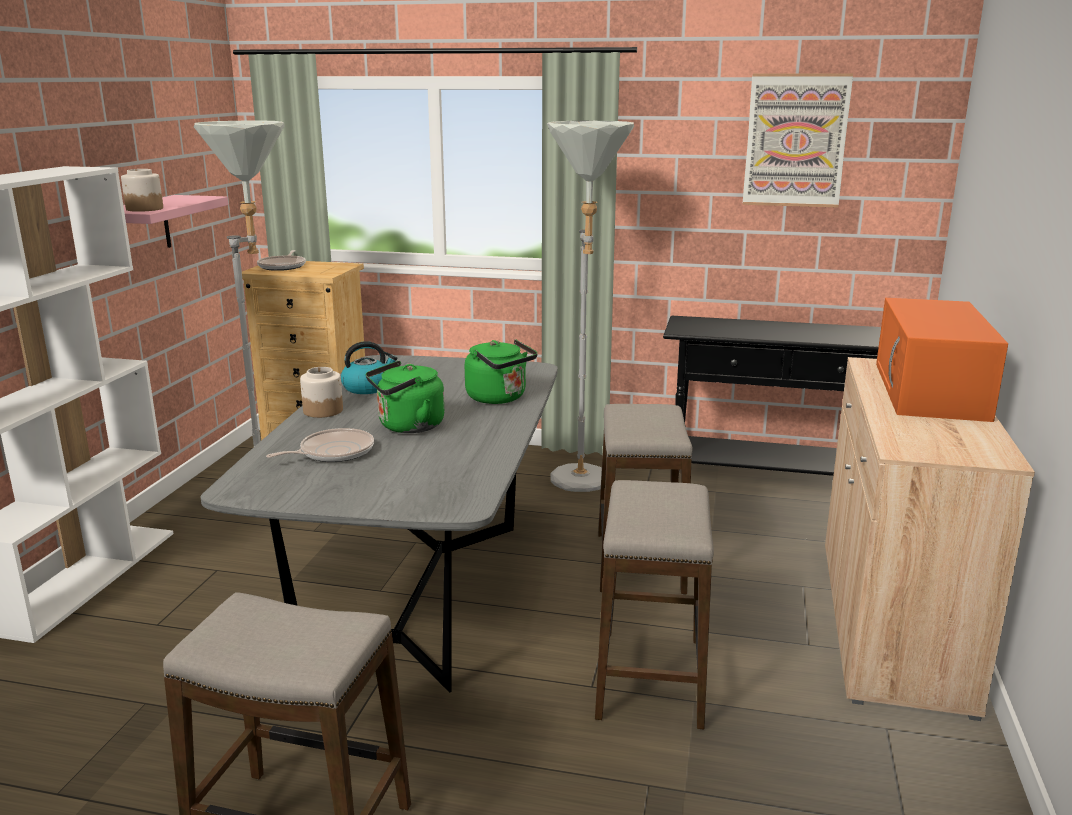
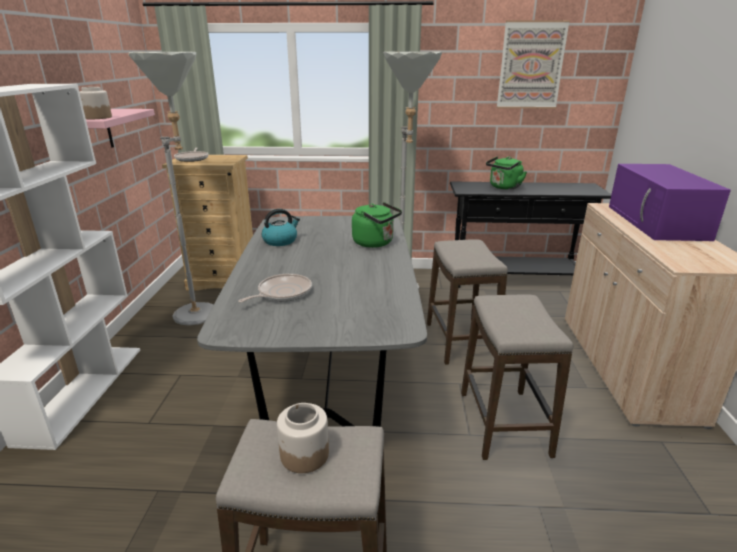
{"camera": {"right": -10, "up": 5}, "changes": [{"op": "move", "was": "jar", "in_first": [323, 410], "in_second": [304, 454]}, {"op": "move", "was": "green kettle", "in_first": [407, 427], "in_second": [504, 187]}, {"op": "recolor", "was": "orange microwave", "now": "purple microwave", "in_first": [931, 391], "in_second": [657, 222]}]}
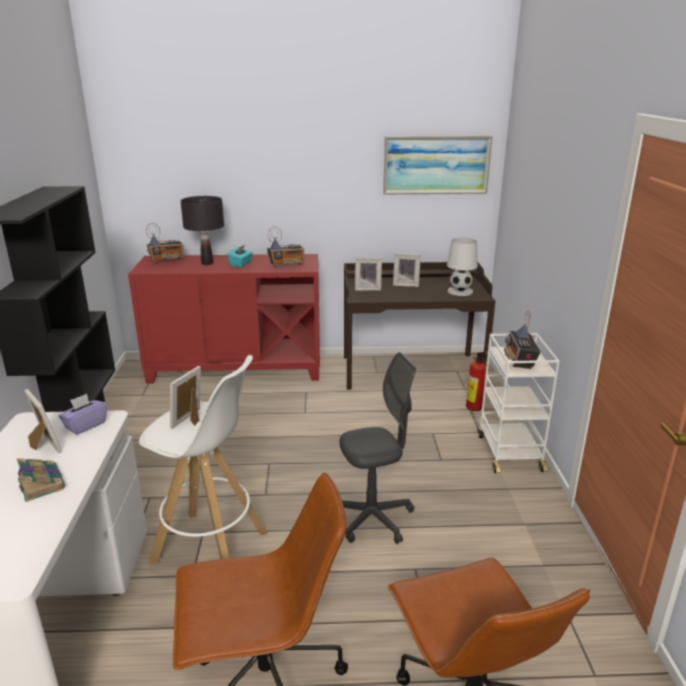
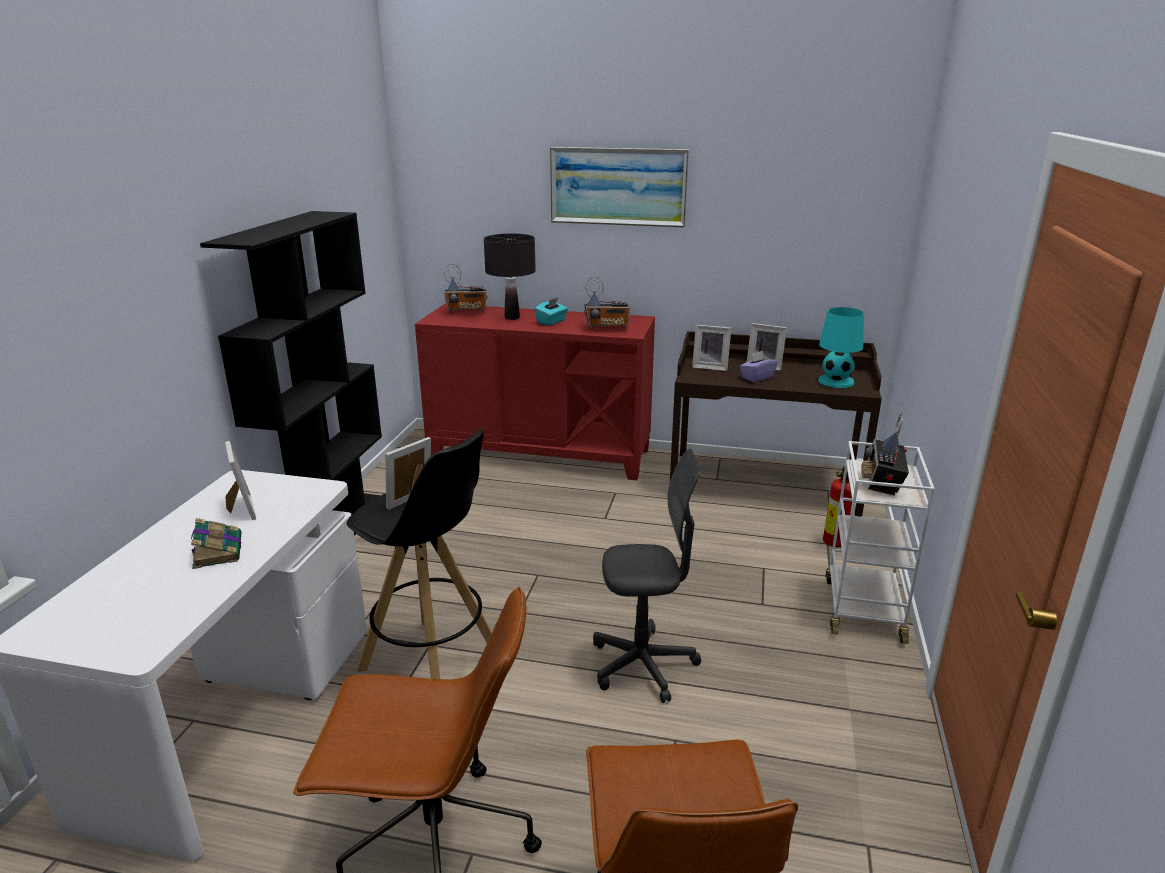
{"camera": {"right": 15, "up": 0}, "changes": [{"op": "recolor", "was": "white stool", "now": "black stool", "in_first": [211, 547], "in_second": [433, 664]}, {"op": "move", "was": "picture", "in_first": [436, 165], "in_second": [618, 186]}, {"op": "move", "was": "purple tissue box", "in_first": [85, 425], "in_second": [757, 377]}, {"op": "recolor", "was": "white table lamp", "now": "turquoise table lamp", "in_first": [459, 291], "in_second": [835, 381]}]}
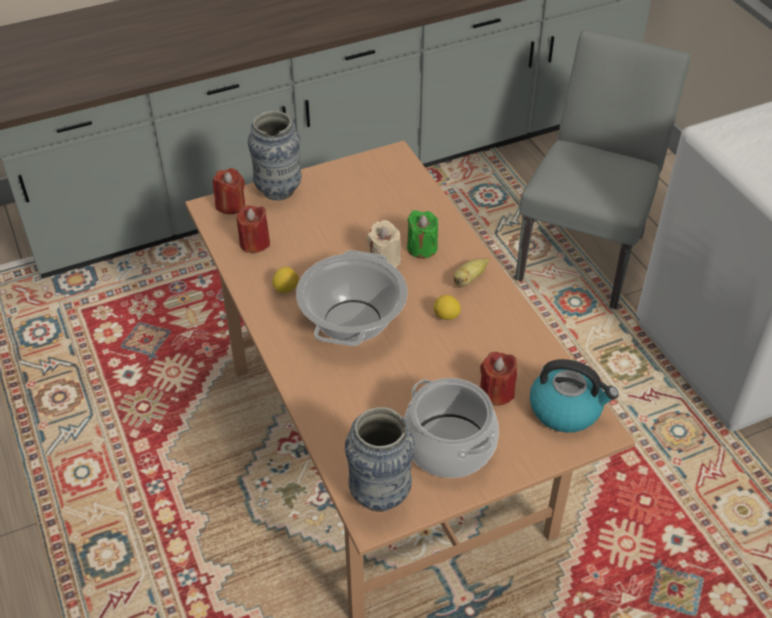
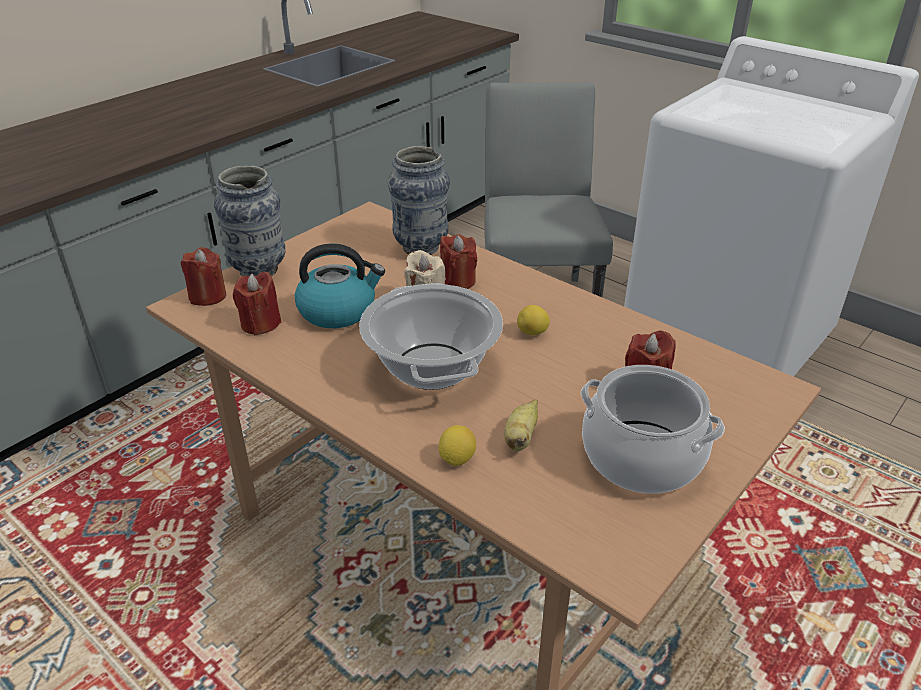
{"camera": {"right": -25, "up": -10}, "changes": [{"op": "move", "was": "kettle", "in_first": [566, 409], "in_second": [338, 310]}, {"op": "move", "was": "vase", "in_first": [380, 494], "in_second": [421, 248]}, {"op": "move", "was": "lemon", "in_first": [286, 288], "in_second": [457, 459]}, {"op": "recolor", "was": "green candle", "now": "red candle", "in_first": [422, 248], "in_second": [457, 281]}, {"op": "move", "was": "banana", "in_first": [469, 279], "in_second": [521, 437]}]}
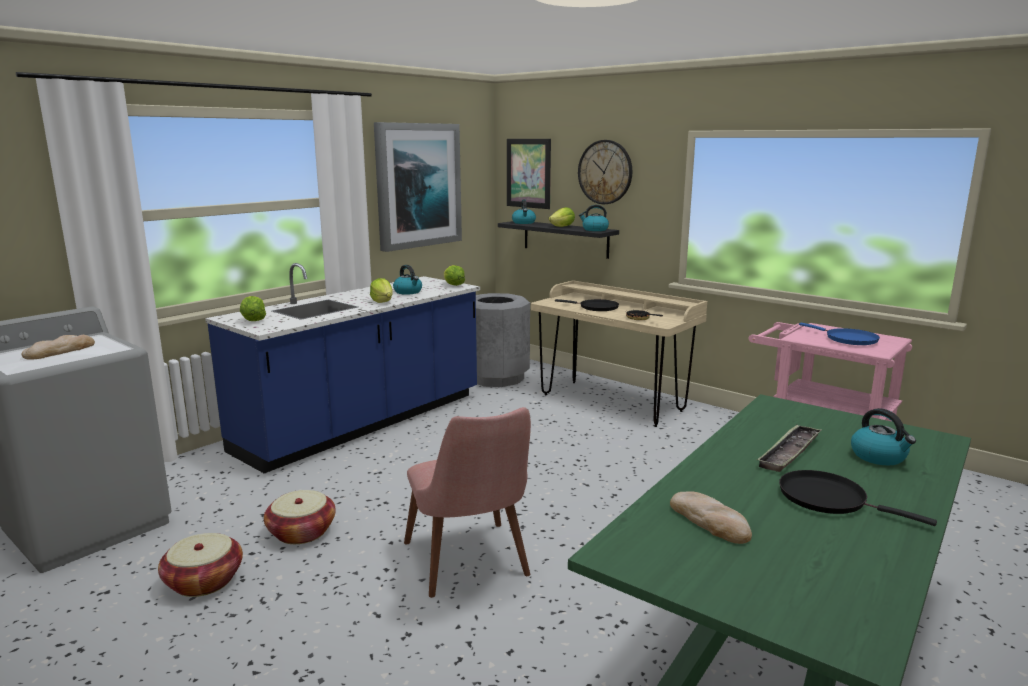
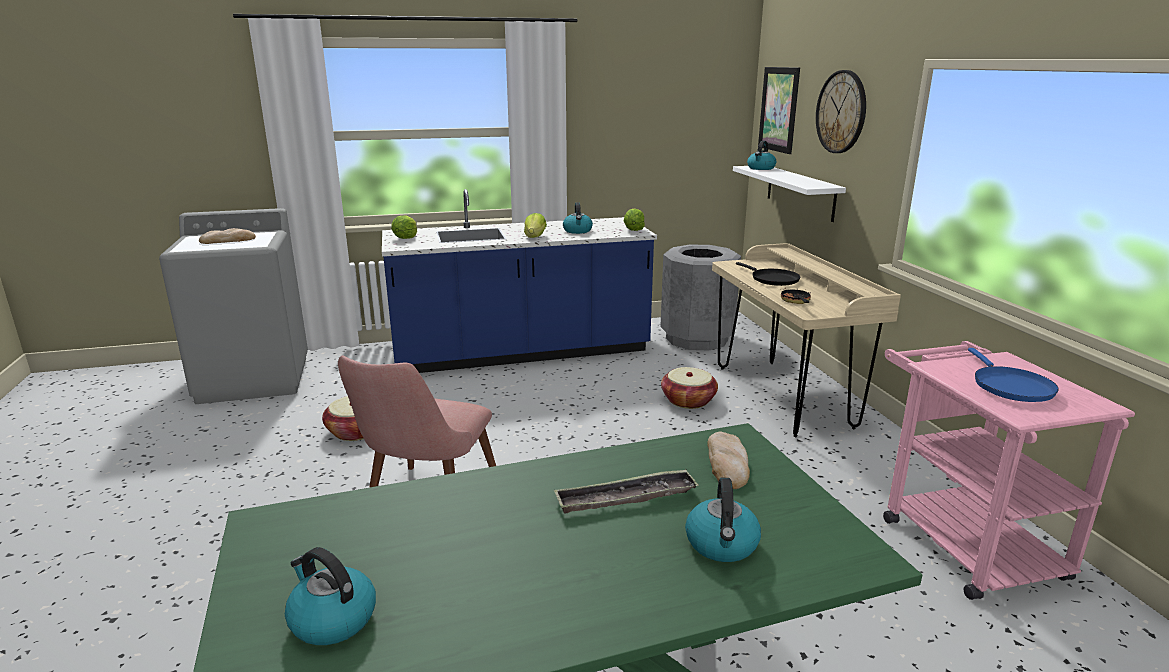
{"camera": {"right": 35, "up": 5}, "changes": [{"op": "move", "was": "kettle", "in_first": [594, 230], "in_second": [332, 619]}, {"op": "move", "was": "basket", "in_first": [204, 581], "in_second": [688, 400]}, {"op": "move", "was": "bread", "in_first": [710, 521], "in_second": [728, 464]}, {"op": "recolor", "was": "black shelf", "now": "white shelf", "in_first": [565, 239], "in_second": [800, 192]}, {"op": "delete", "was": "picture", "in_first": [417, 185]}, {"op": "delete", "was": "lettuce", "in_first": [562, 226]}, {"op": "delete", "was": "black frying pan", "in_first": [828, 499]}]}
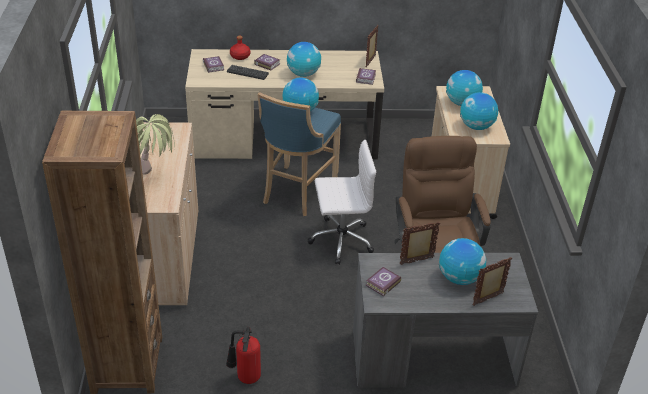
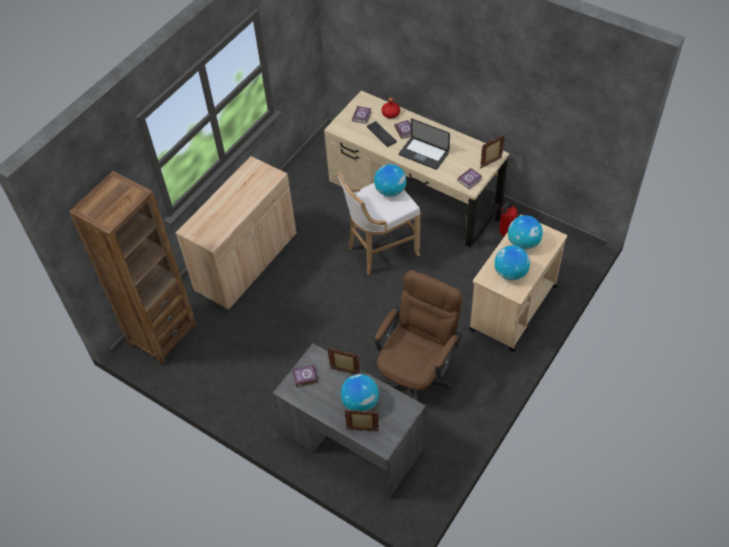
{"camera": {"right": 40, "up": 15}, "changes": [{"op": "recolor", "was": "blue stool", "now": "white stool", "in_first": [297, 193], "in_second": [380, 250]}, {"op": "replace", "was": "globe", "now": "laptop", "in_first": [303, 74], "in_second": [423, 154]}, {"op": "move", "was": "fire extinguisher", "in_first": [245, 378], "in_second": [504, 232]}, {"op": "delete", "was": "potted plant", "in_first": [156, 178]}, {"op": "delete", "was": "white office chair", "in_first": [340, 240]}]}
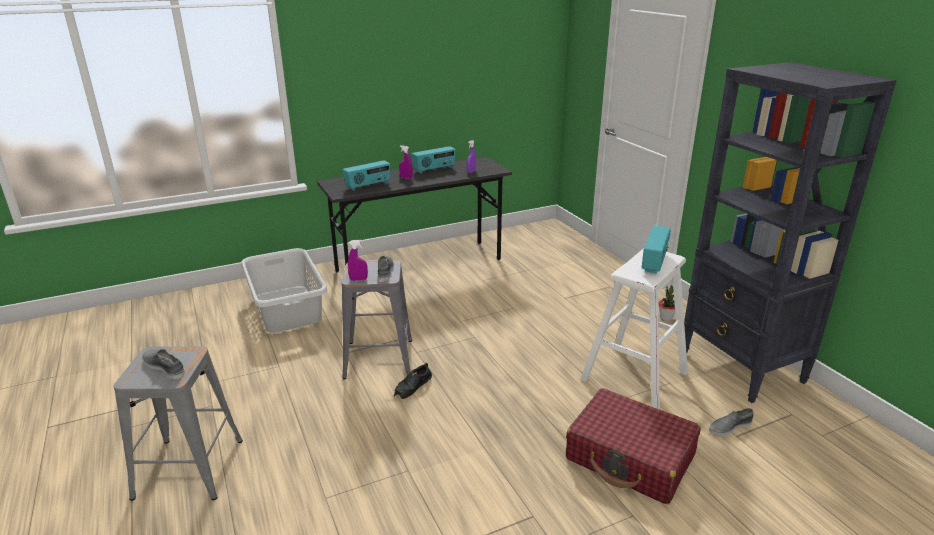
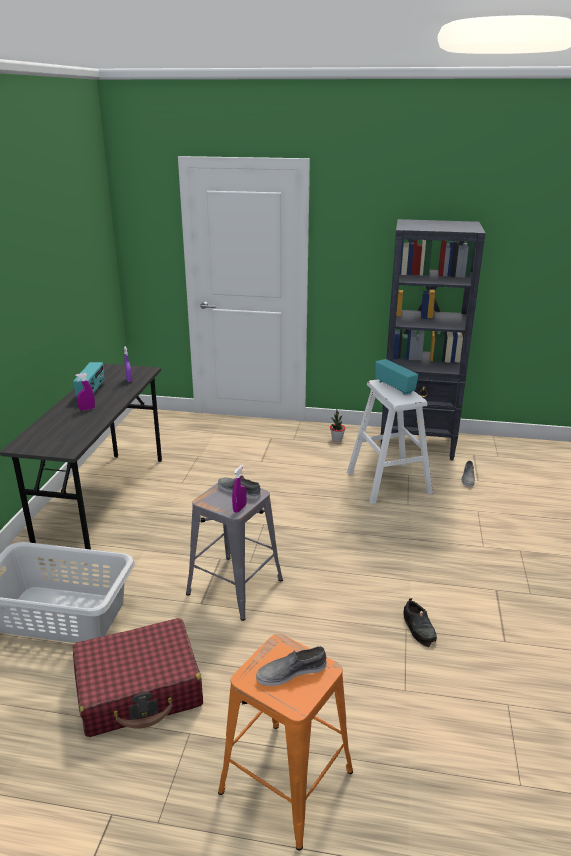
{"camera": {"right": -55, "up": 0}, "changes": [{"op": "move", "was": "red suitcase", "in_first": [630, 457], "in_second": [139, 689]}, {"op": "recolor", "was": "grey stool", "now": "orange stool", "in_first": [188, 468], "in_second": [285, 782]}, {"op": "move", "was": "black shoe", "in_first": [413, 386], "in_second": [419, 628]}, {"op": "delete", "was": "radio", "in_first": [368, 186]}]}
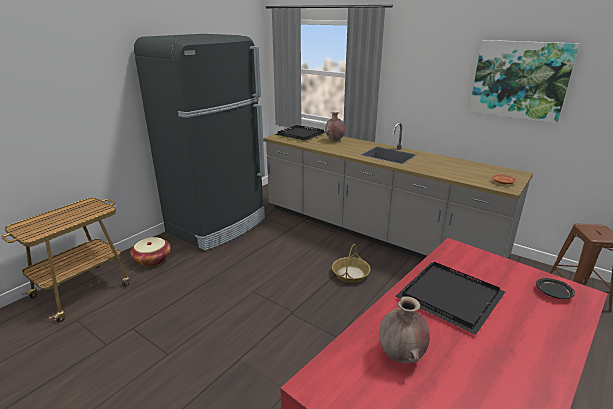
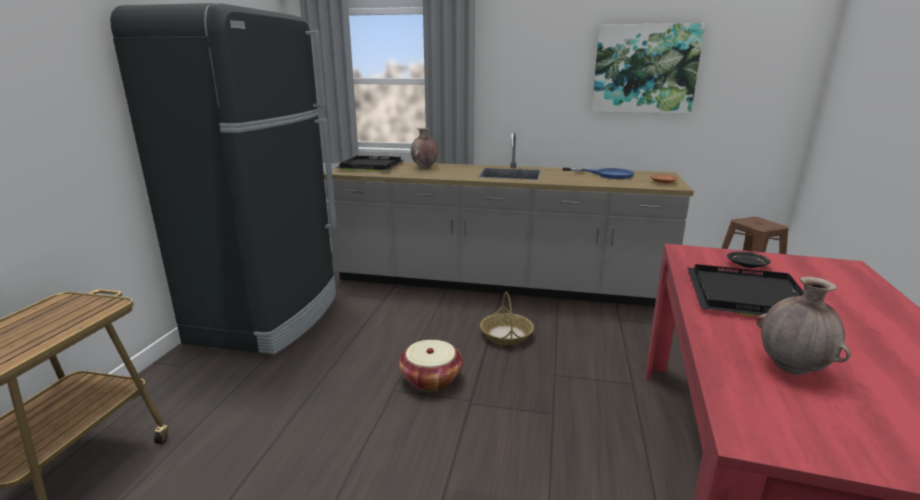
{"camera": {"right": -25, "up": -5}, "changes": [{"op": "move", "was": "basket", "in_first": [152, 260], "in_second": [431, 379]}, {"op": "insert", "now": "blue frying pan", "in_second": [607, 174]}, {"op": "move", "was": "black plate", "in_first": [553, 293], "in_second": [747, 265]}]}
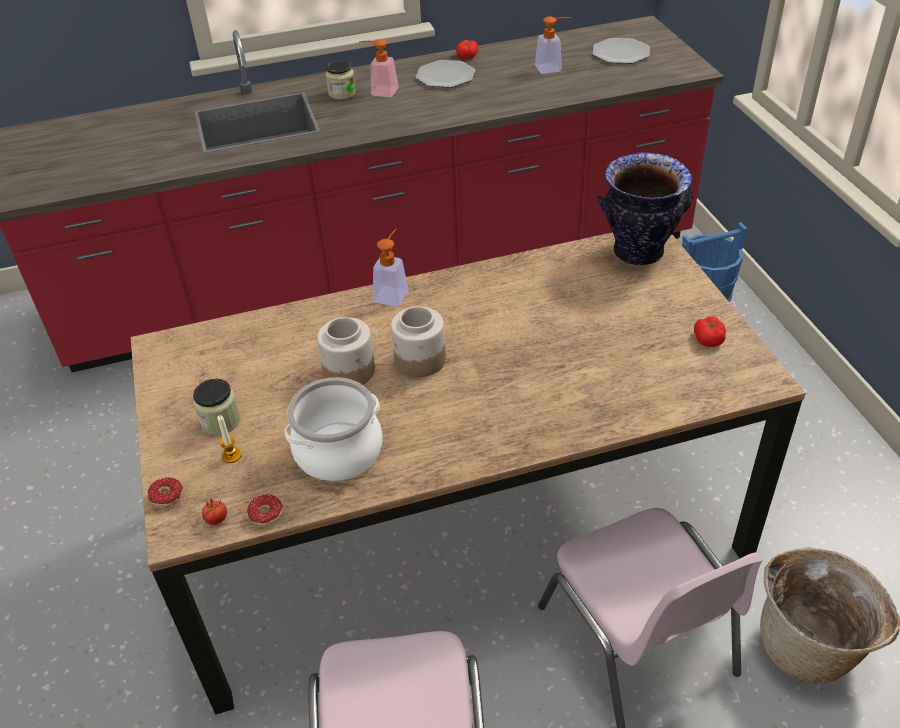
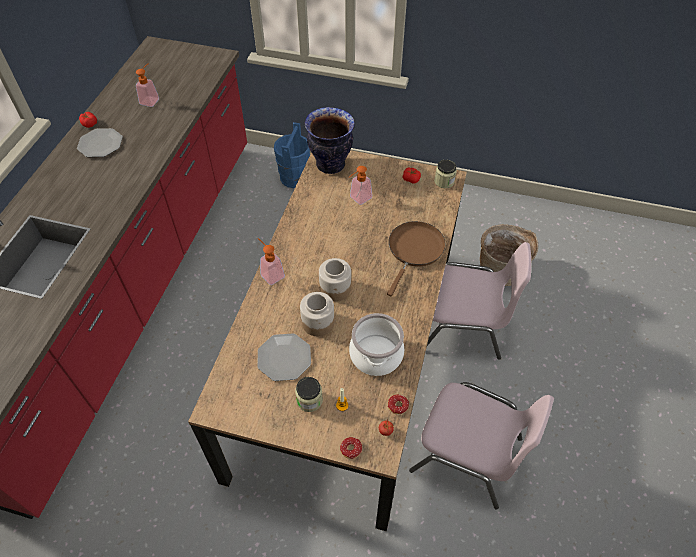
{"camera": {"right": -60, "up": 10}, "changes": [{"op": "move", "was": "plate", "in_first": [621, 53], "in_second": [284, 358]}, {"op": "move", "was": "soap dispenser", "in_first": [380, 91], "in_second": [358, 199]}, {"op": "insert", "now": "brown frying pan", "in_second": [414, 250]}, {"op": "move", "was": "jar", "in_first": [342, 93], "in_second": [444, 181]}]}
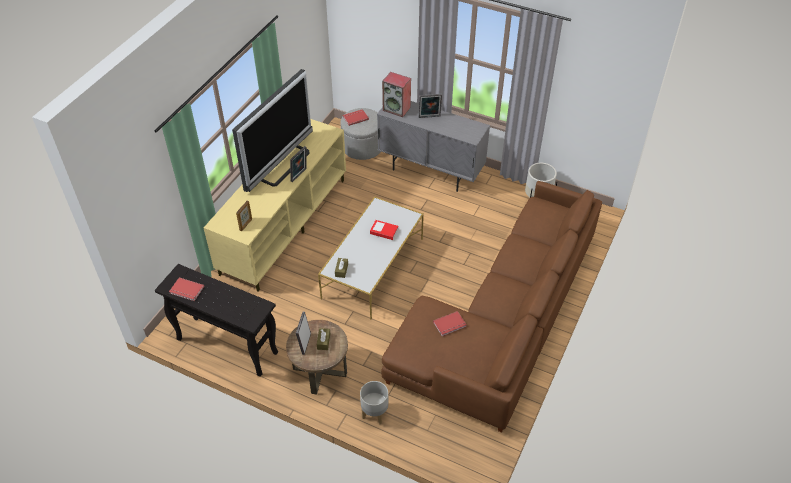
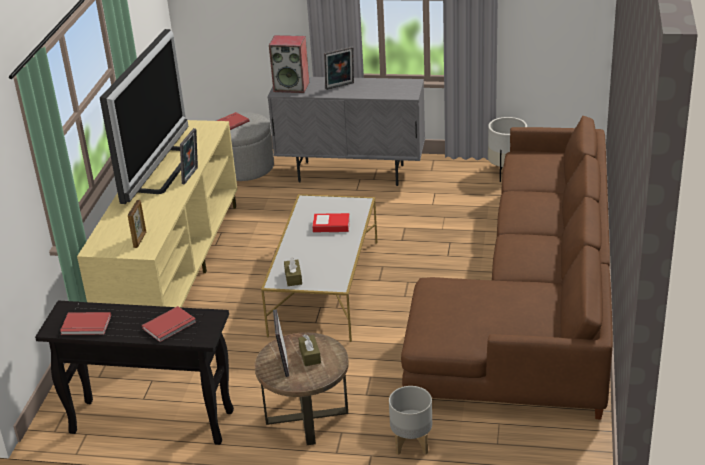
{"camera": {"right": -15, "up": -15}, "changes": [{"op": "move", "was": "red book", "in_first": [450, 325], "in_second": [170, 326]}]}
